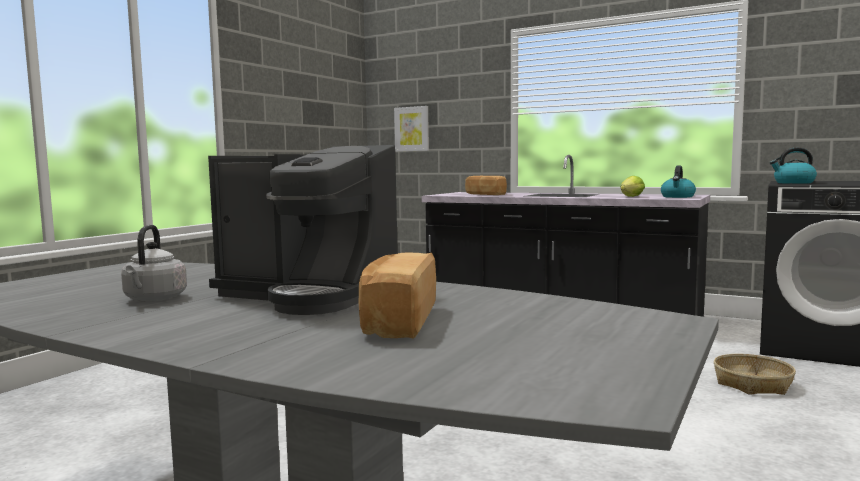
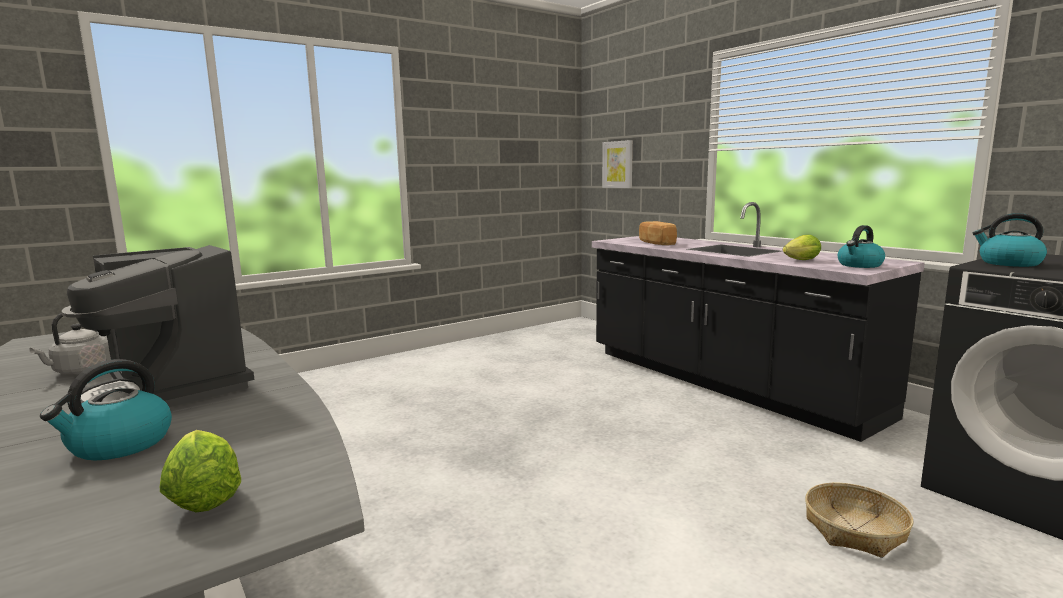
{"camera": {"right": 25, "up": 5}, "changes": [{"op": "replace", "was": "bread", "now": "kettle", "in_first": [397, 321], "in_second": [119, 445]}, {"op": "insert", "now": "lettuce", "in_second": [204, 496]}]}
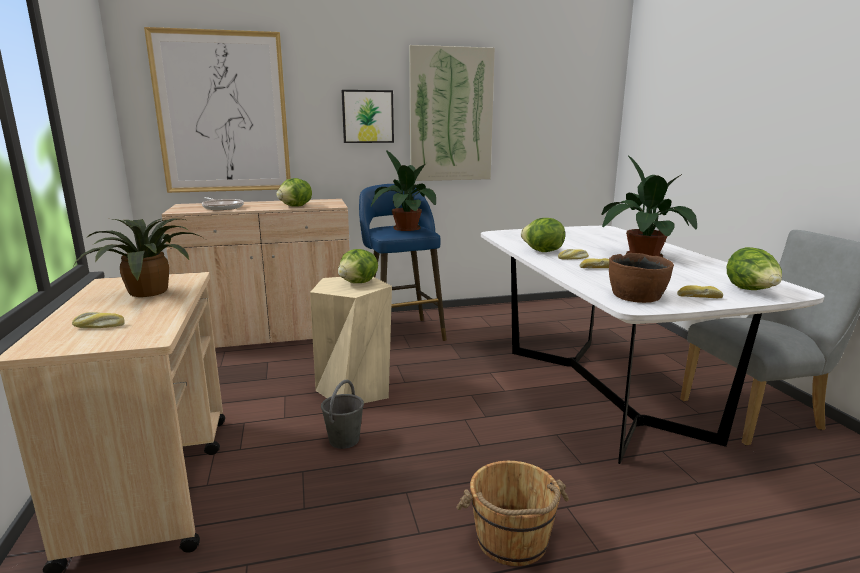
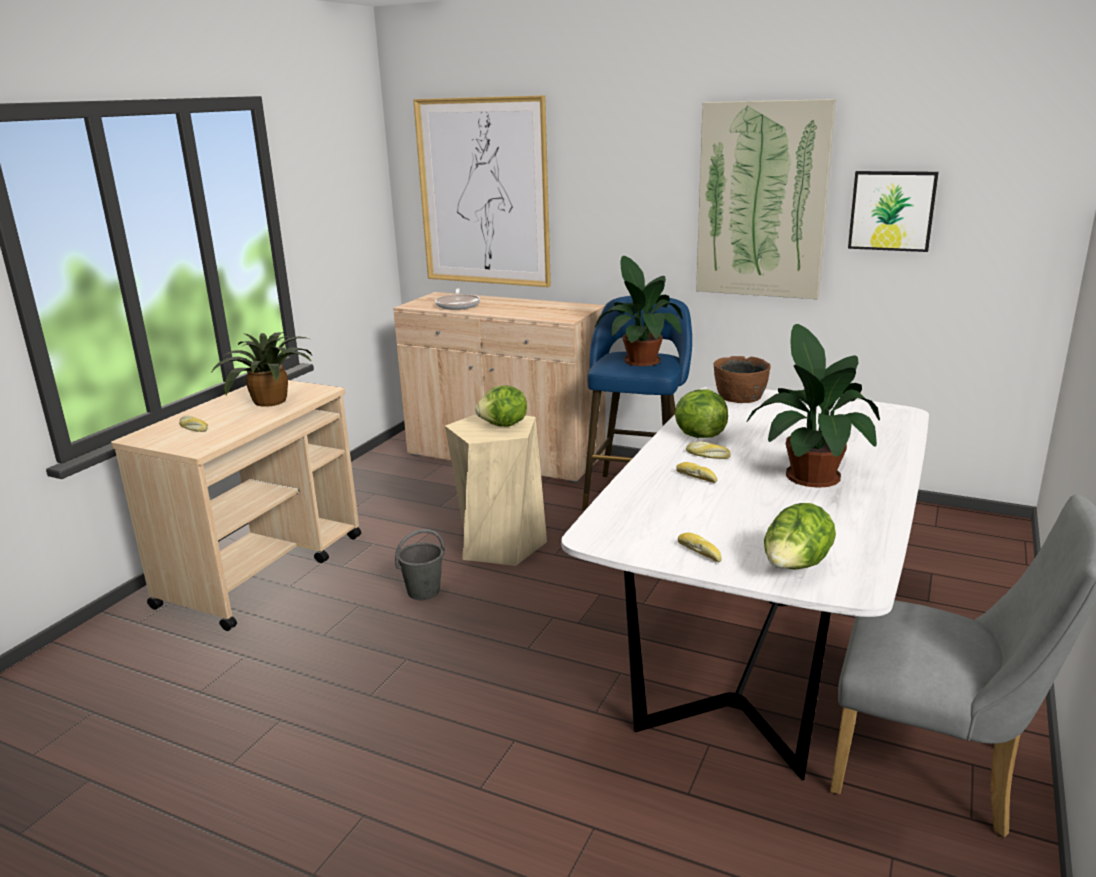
{"camera": {"right": 40, "up": 5}, "changes": [{"op": "move", "was": "brown bowl", "in_first": [637, 296], "in_second": [740, 397]}, {"op": "move", "was": "picture", "in_first": [367, 116], "in_second": [892, 210]}, {"op": "delete", "was": "lettuce", "in_first": [296, 206]}, {"op": "delete", "was": "brown bucket", "in_first": [512, 540]}]}
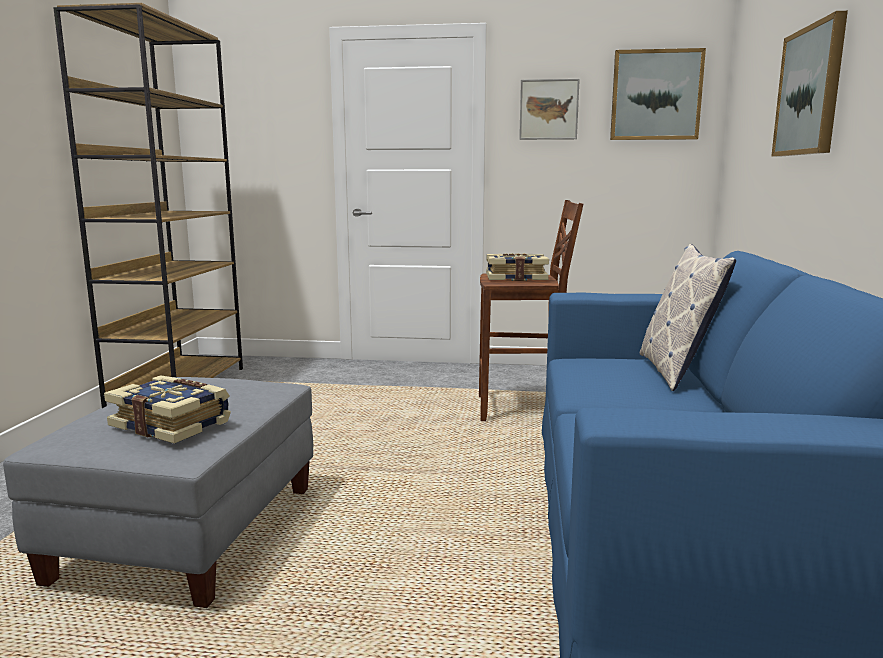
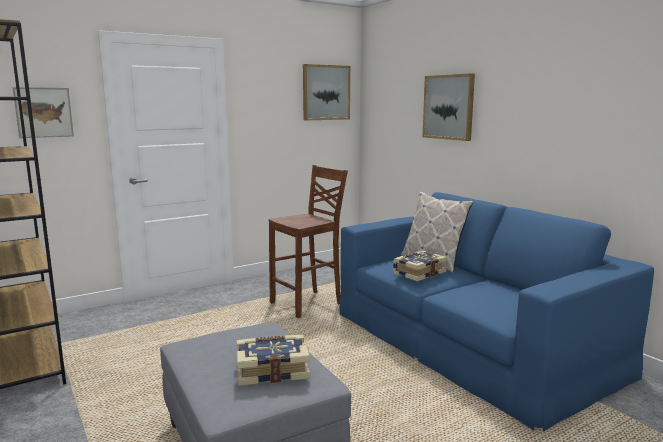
{"camera": {"right": -40, "up": 0}, "changes": [{"op": "move", "was": "picture", "in_first": [548, 109], "in_second": [44, 112]}, {"op": "move", "was": "book", "in_first": [516, 278], "in_second": [418, 273]}]}
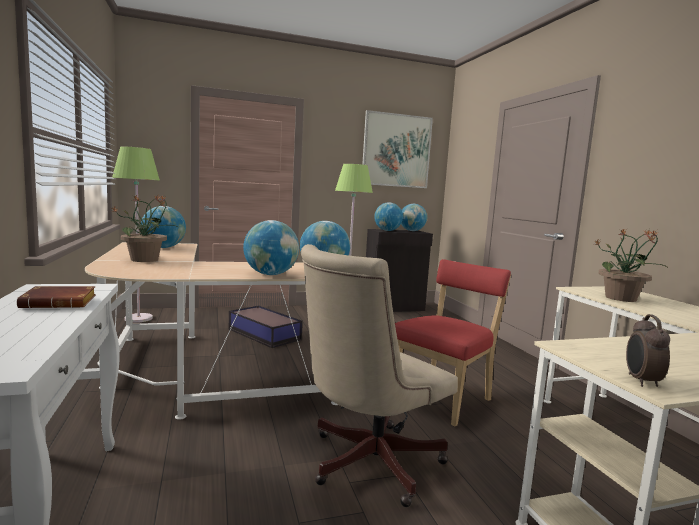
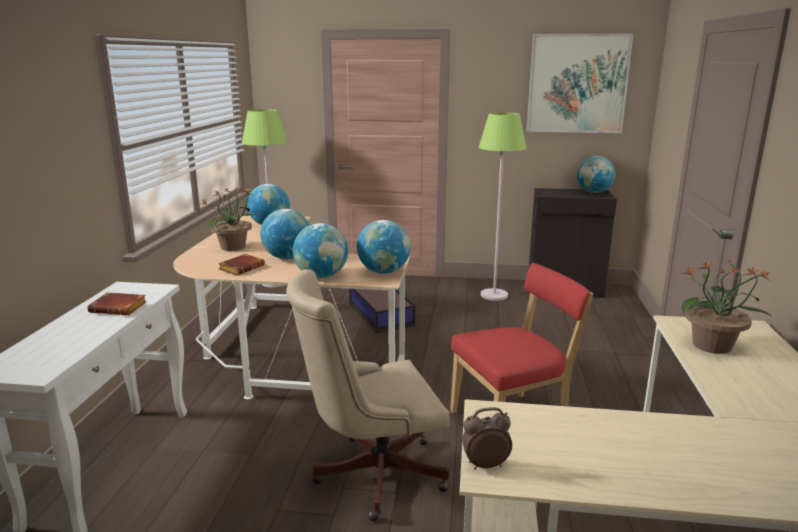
{"camera": {"right": 25, "up": 10}, "changes": [{"op": "insert", "now": "brown book", "in_second": [242, 268]}, {"op": "move", "was": "globe", "in_first": [387, 231], "in_second": [287, 257]}, {"op": "rotate", "was": "alarm clock", "in_first": [641, 381], "in_second": [485, 464], "clockwise": 45}]}
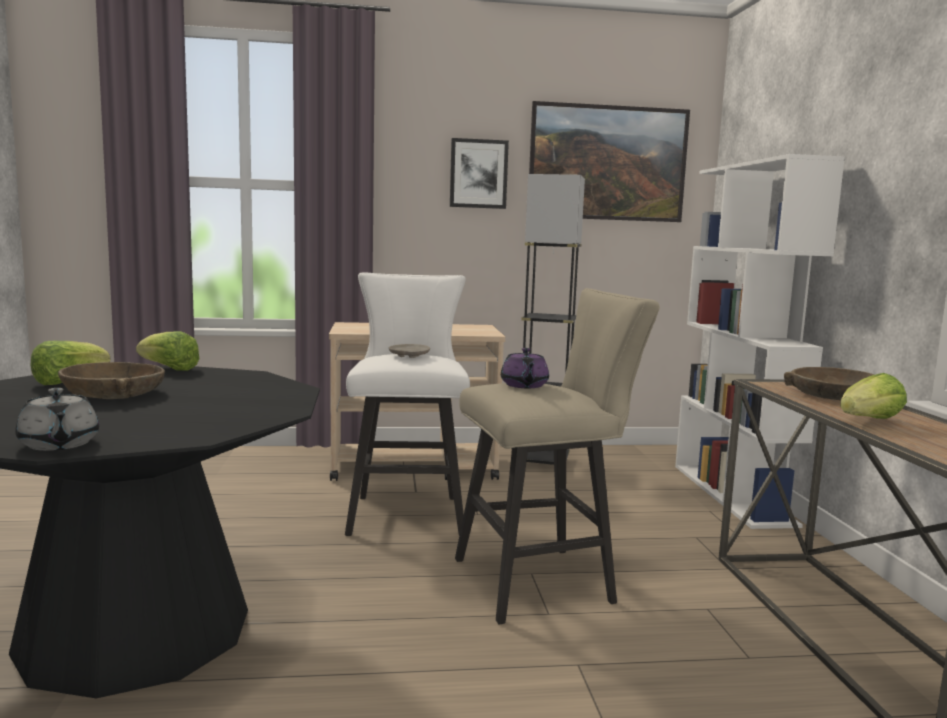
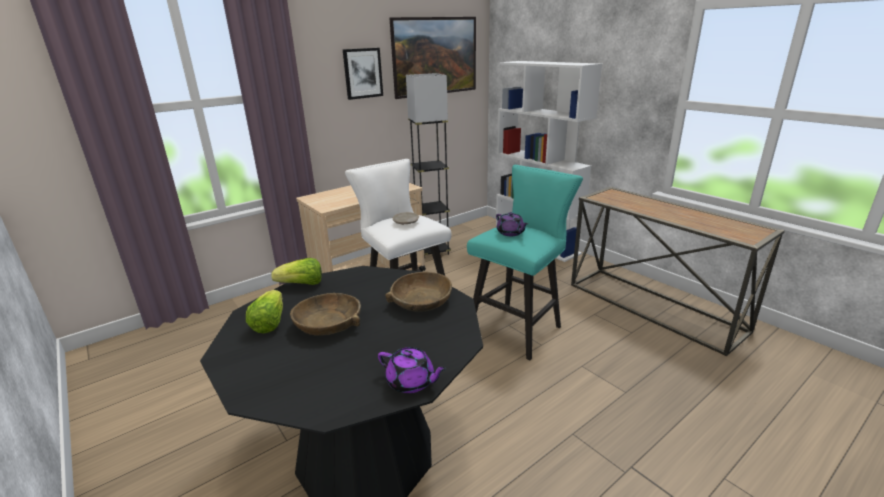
{"camera": {"right": -30, "up": 15}, "changes": [{"op": "recolor", "was": "grey teapot", "now": "purple teapot", "in_first": [59, 444], "in_second": [411, 382]}, {"op": "move", "was": "brown bowl", "in_first": [832, 395], "in_second": [421, 301]}, {"op": "recolor", "was": "beige stool", "now": "turquoise stool", "in_first": [544, 581], "in_second": [519, 327]}, {"op": "delete", "was": "lettuce", "in_first": [869, 420]}]}
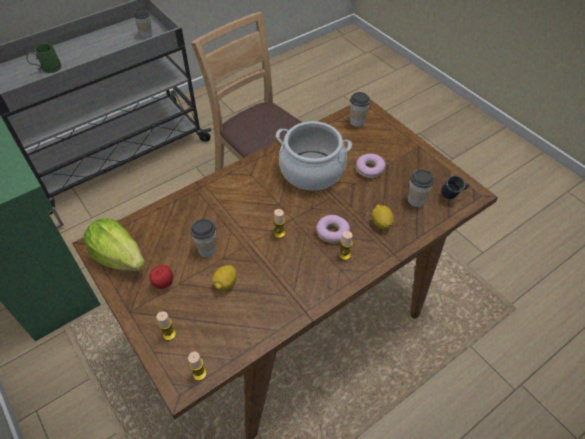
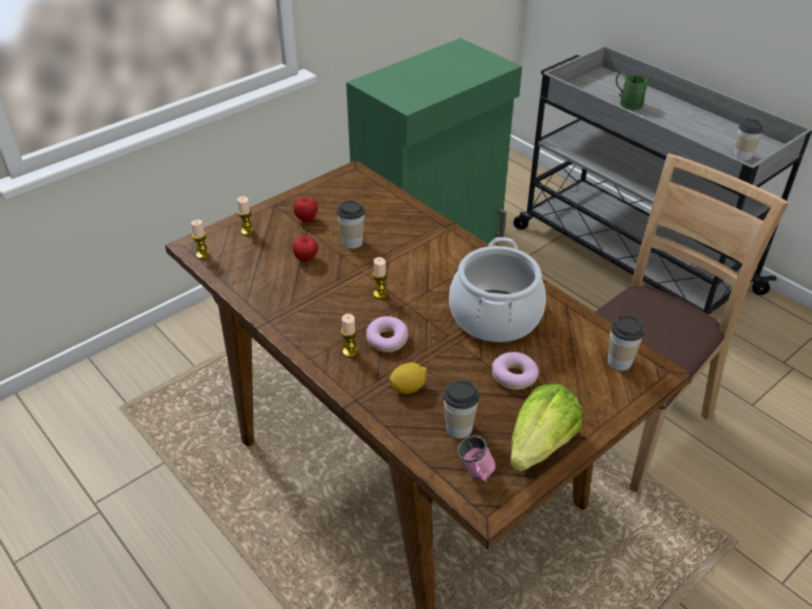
{"camera": {"right": 85, "up": -10}, "changes": [{"op": "replace", "was": "lemon", "now": "apple", "in_first": [225, 284], "in_second": [306, 260]}, {"op": "recolor", "was": "blue mug", "now": "pink mug", "in_first": [452, 196], "in_second": [476, 475]}, {"op": "move", "was": "lettuce", "in_first": [119, 257], "in_second": [541, 446]}]}
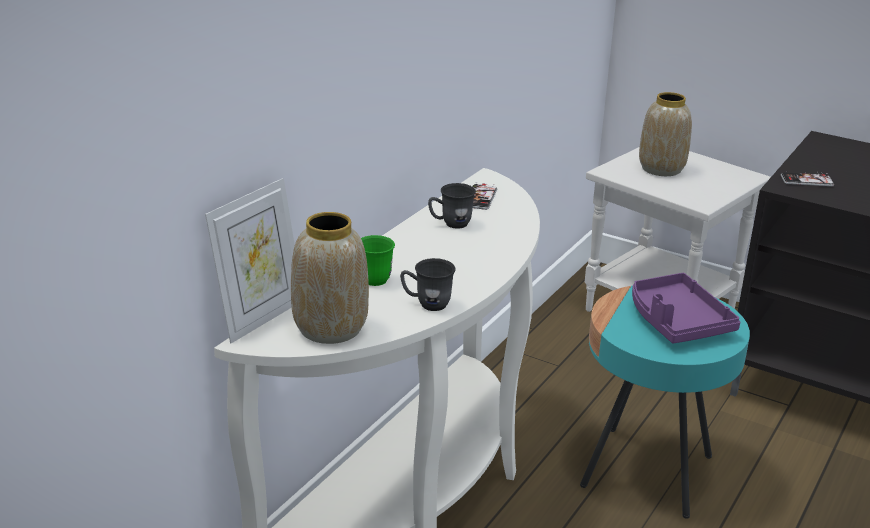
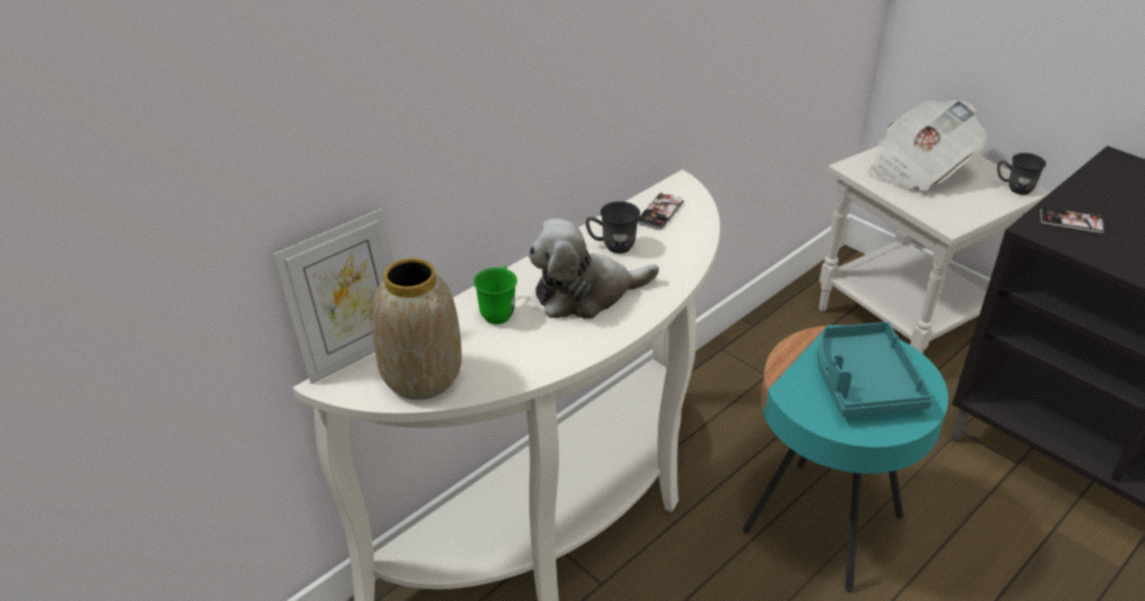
{"camera": {"right": 15, "up": 10}, "changes": [{"op": "insert", "now": "plush toy", "in_second": [586, 294]}, {"op": "recolor", "was": "purple tray", "now": "turquoise tray", "in_first": [676, 321], "in_second": [863, 382]}, {"op": "replace", "was": "vase", "now": "newspaper", "in_first": [661, 169], "in_second": [918, 169]}, {"op": "move", "was": "grey mug", "in_first": [426, 304], "in_second": [1014, 188]}]}
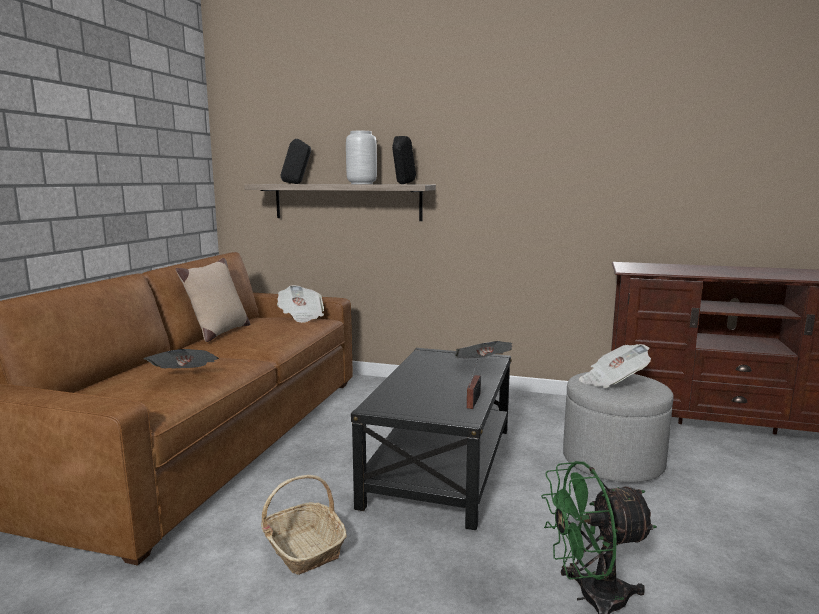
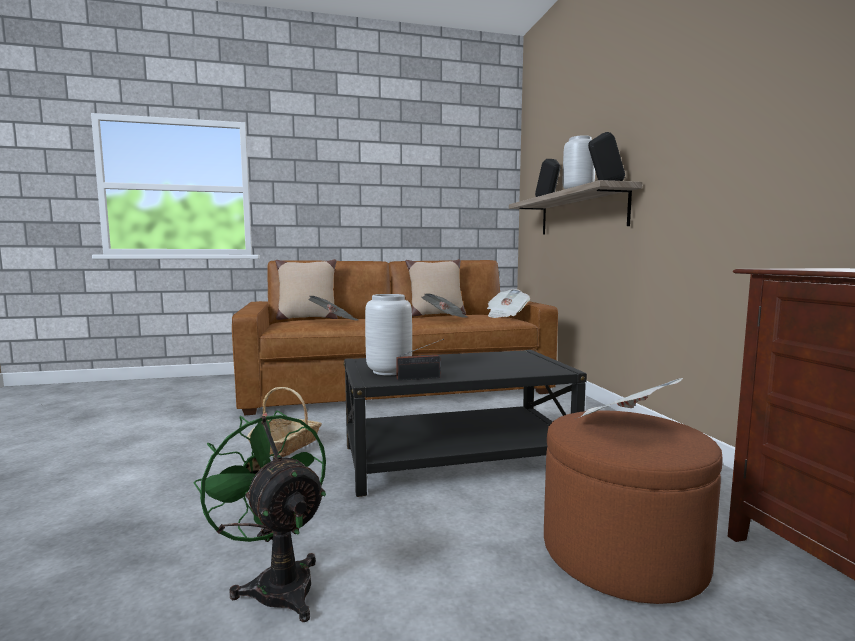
{"camera": {"right": 60, "up": -5}, "changes": [{"op": "insert", "now": "beige pillow", "in_second": [307, 318]}, {"op": "insert", "now": "grey vase", "in_second": [389, 371]}, {"op": "move", "was": "newspaper", "in_first": [482, 366], "in_second": [445, 318]}, {"op": "recolor", "was": "grey ottoman", "now": "brown ottoman", "in_first": [612, 460], "in_second": [622, 554]}]}
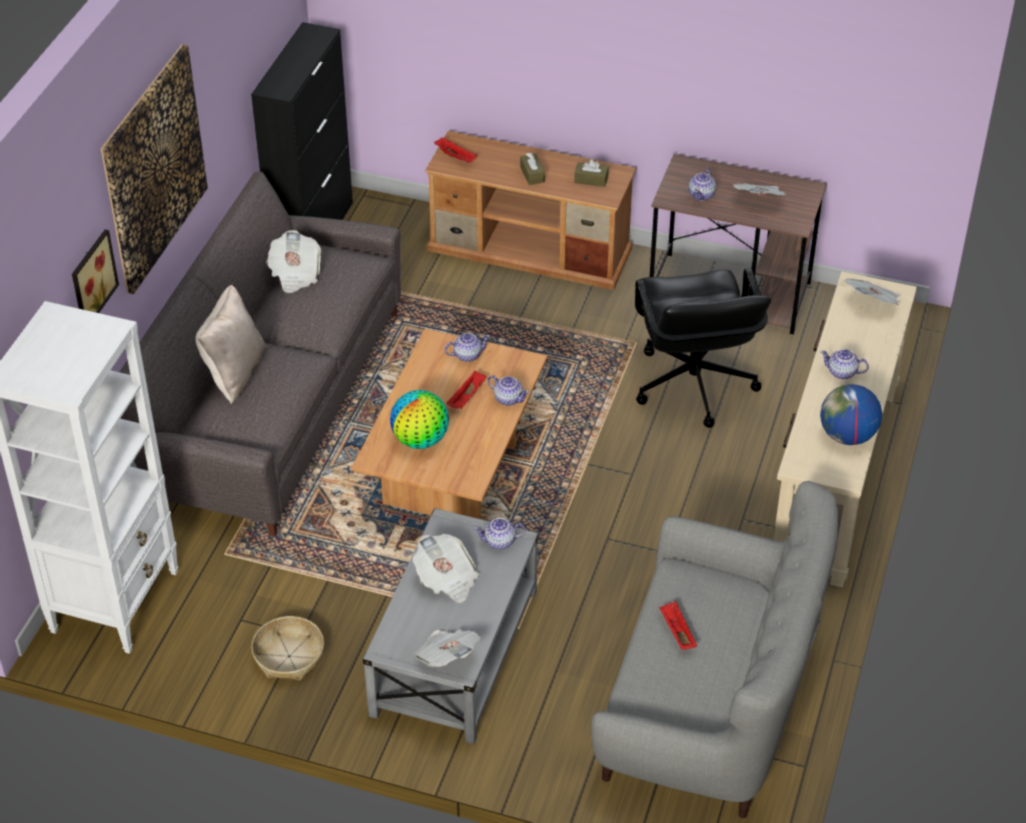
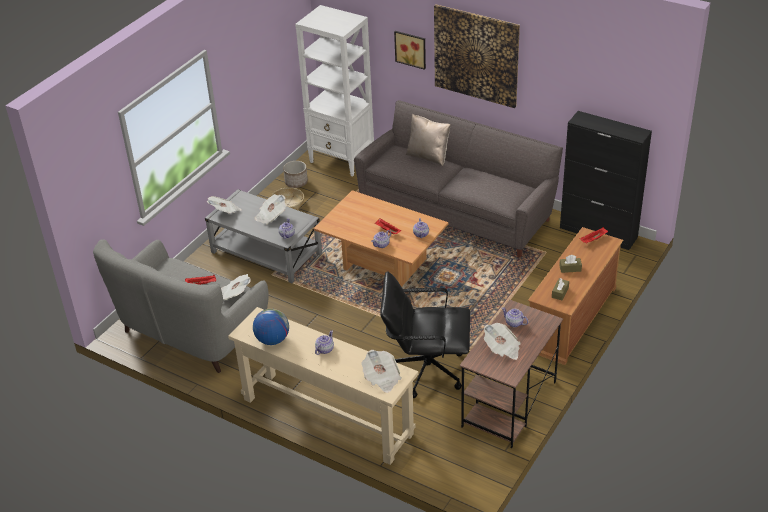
{"camera": {"right": 105, "up": -5}, "changes": [{"op": "move", "was": "newspaper", "in_first": [295, 274], "in_second": [234, 294]}, {"op": "insert", "now": "planter", "in_second": [296, 182]}, {"op": "delete", "was": "globe", "in_first": [420, 440]}]}
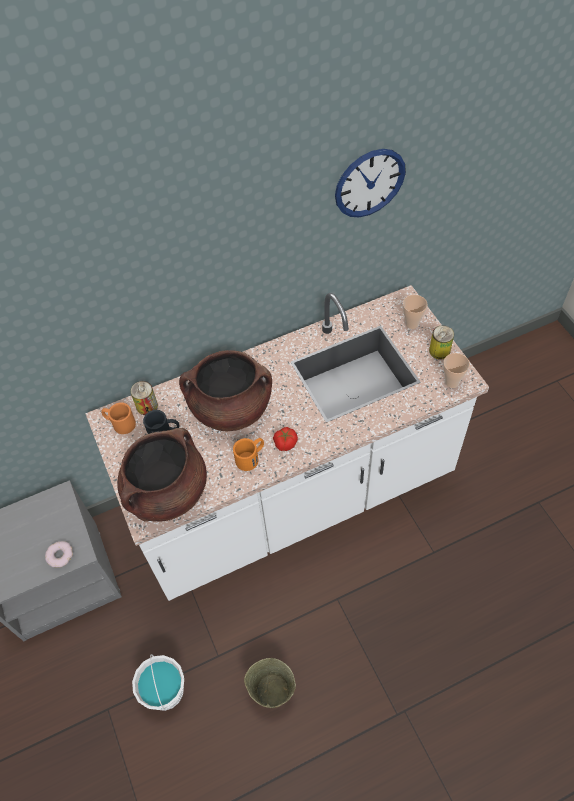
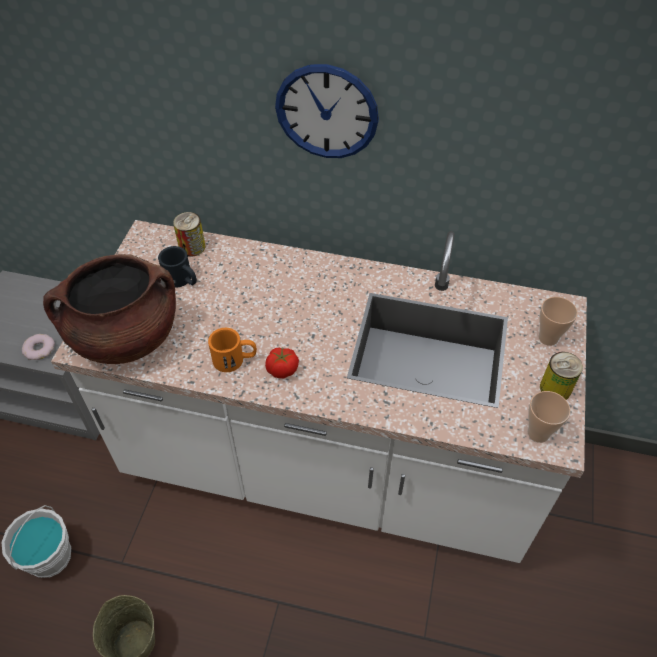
{"camera": {"right": 35, "up": -5}, "changes": [{"op": "move", "was": "wall clock", "in_first": [369, 183], "in_second": [327, 112]}, {"op": "delete", "was": "orange mug", "in_first": [120, 423]}, {"op": "delete", "was": "brown cooking pot", "in_first": [231, 408]}]}
